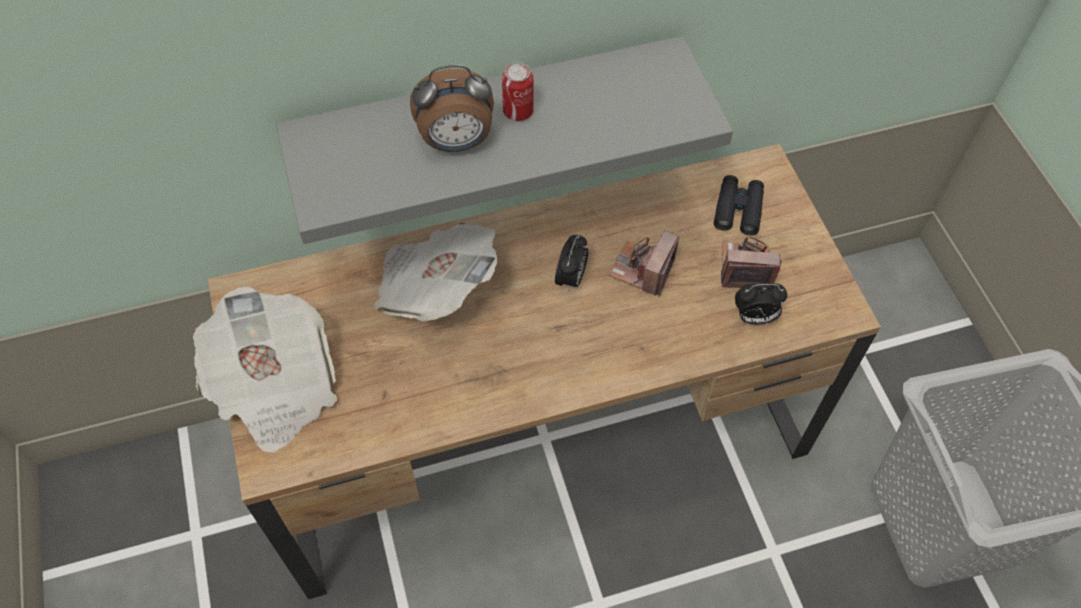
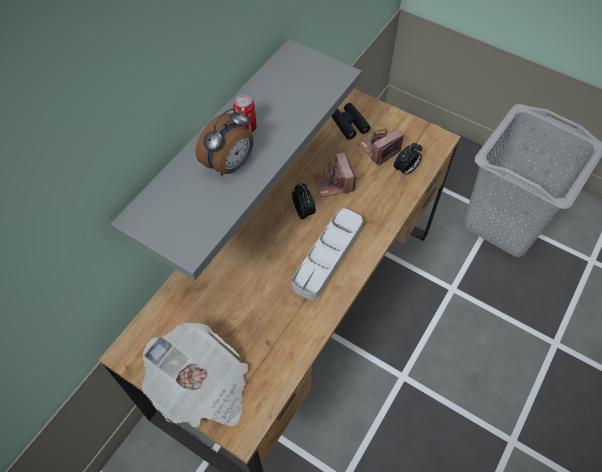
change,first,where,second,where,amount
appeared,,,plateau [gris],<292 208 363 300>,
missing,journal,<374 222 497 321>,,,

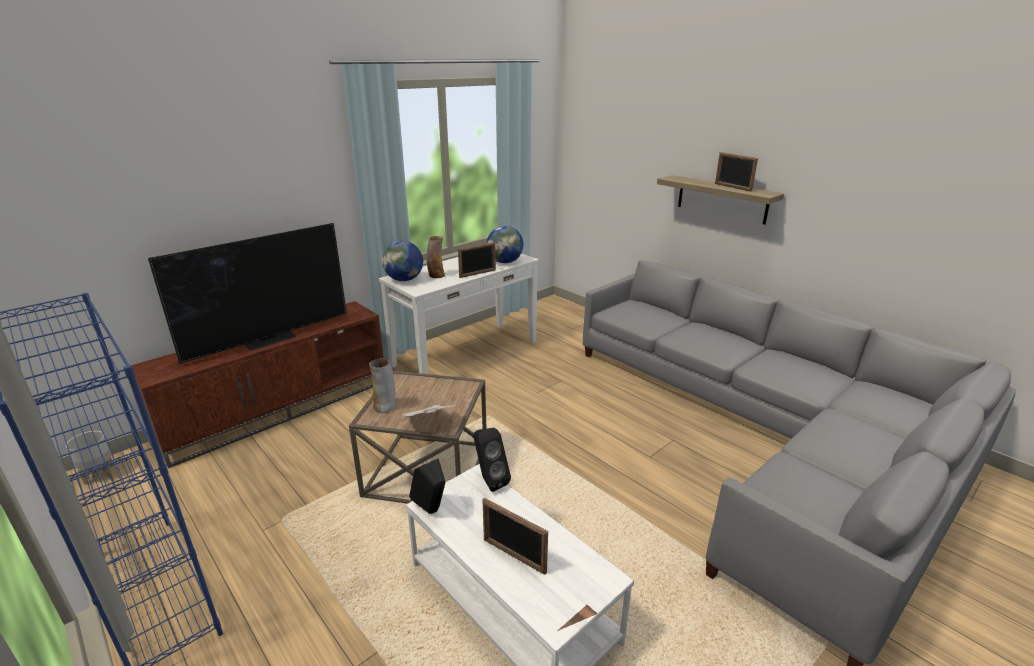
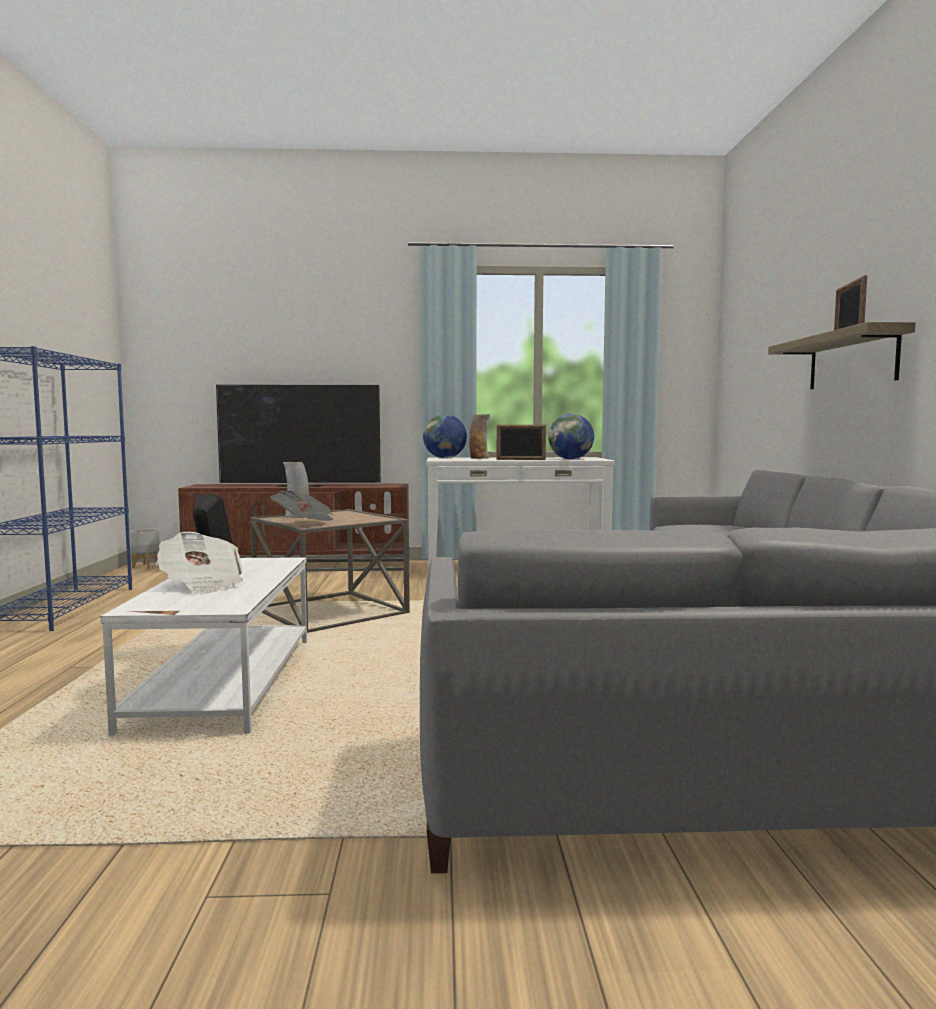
change,first,where,second,where,amount
exchanged,cadre photo,<483 498 548 575>,journal,<156 532 243 594>,
missing,enceinte [noir],<473 428 511 492>,,,

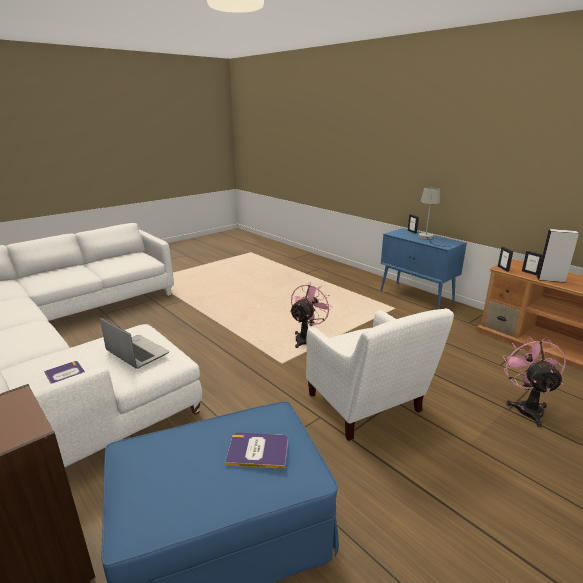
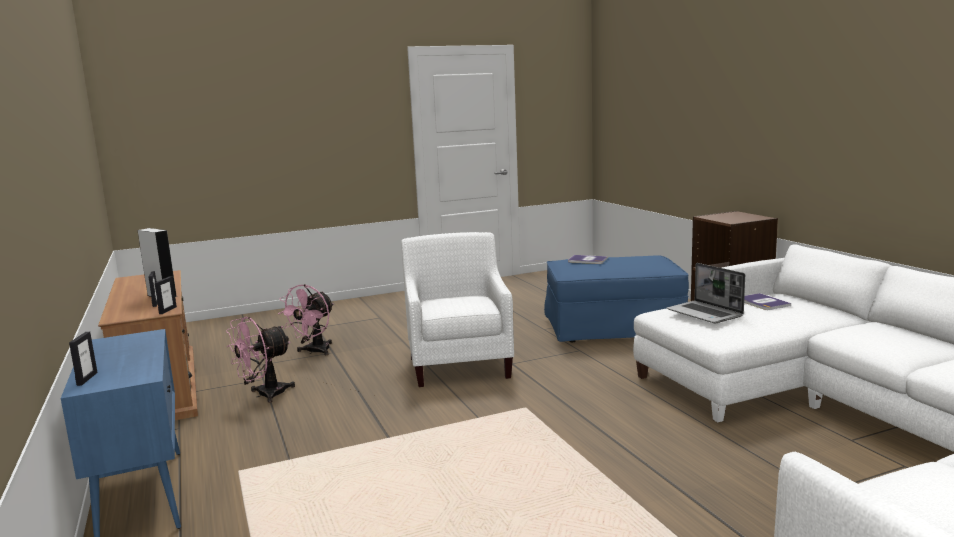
change,first,where,second,where,amount
relocated,ventilateur [rose],<290 282 333 348>,,<226 317 295 403>,
missing,lampe de table [gris],<418 187 449 247>,,,

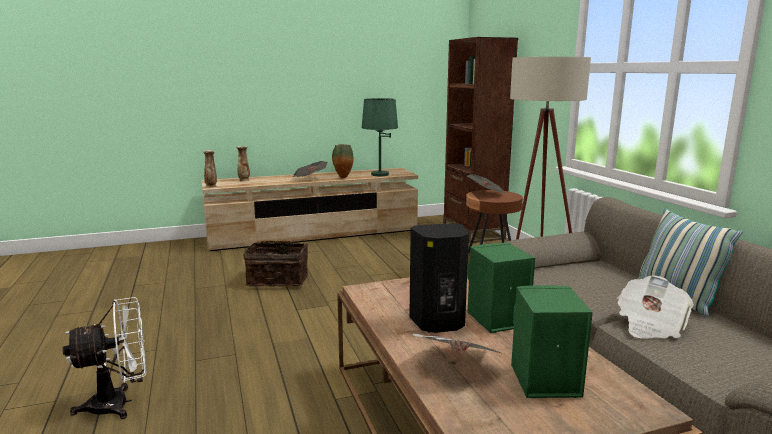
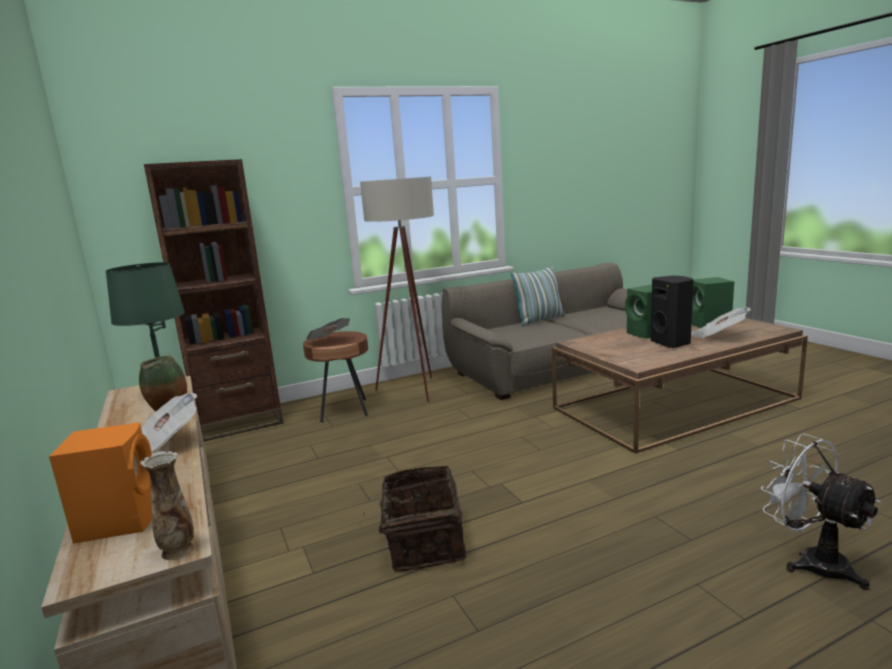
change,first,where,second,where,amount
exchanged,vase,<237 146 250 182>,enceinte [orange],<49 422 152 544>,
missing,journal,<617 275 694 339>,,,

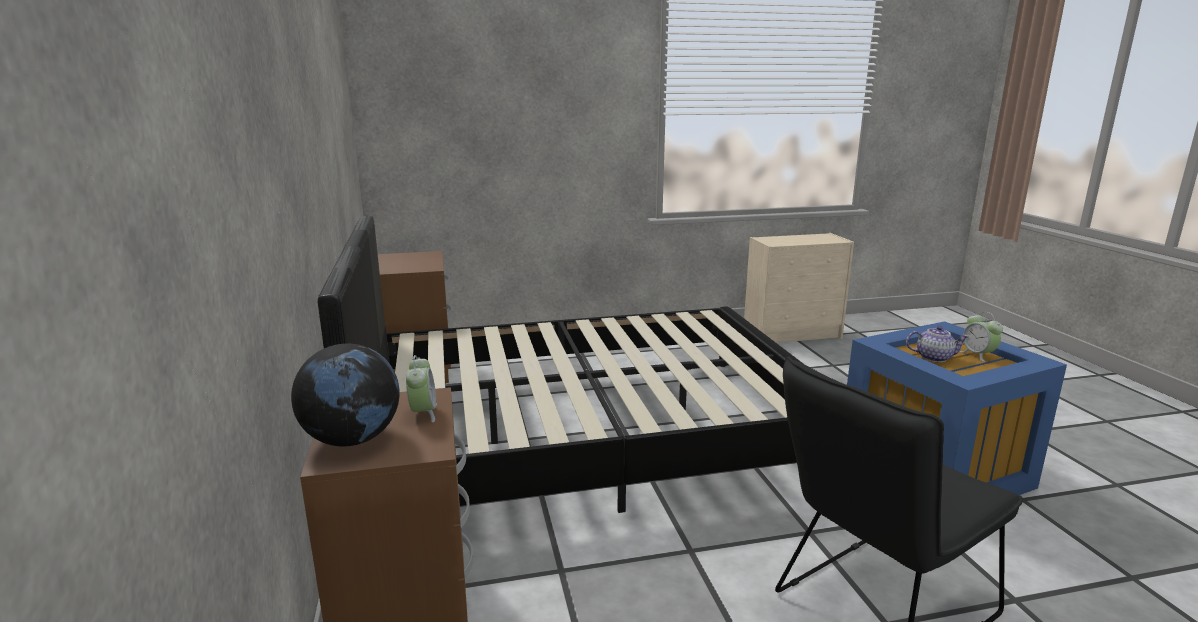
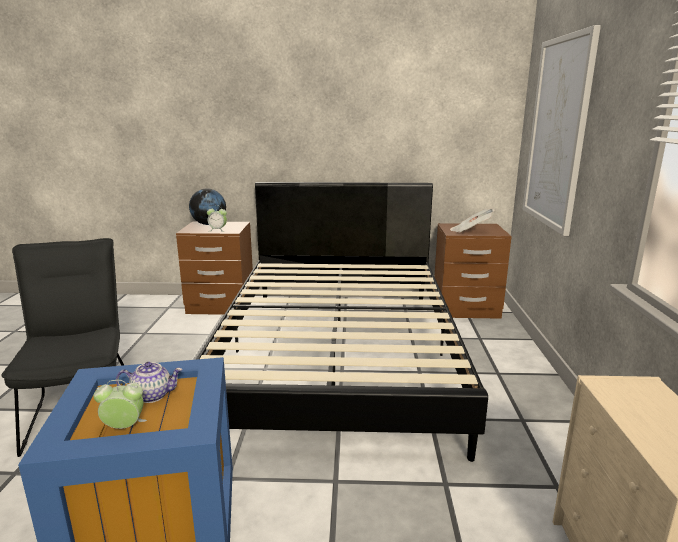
change,first,where,second,where,amount
spun,théière,<906 326 969 362>,,<116 362 183 403>,120 degrees counterclockwise
appeared,,,journal,<450 209 495 232>,
appeared,,,tableau,<523 25 601 236>,

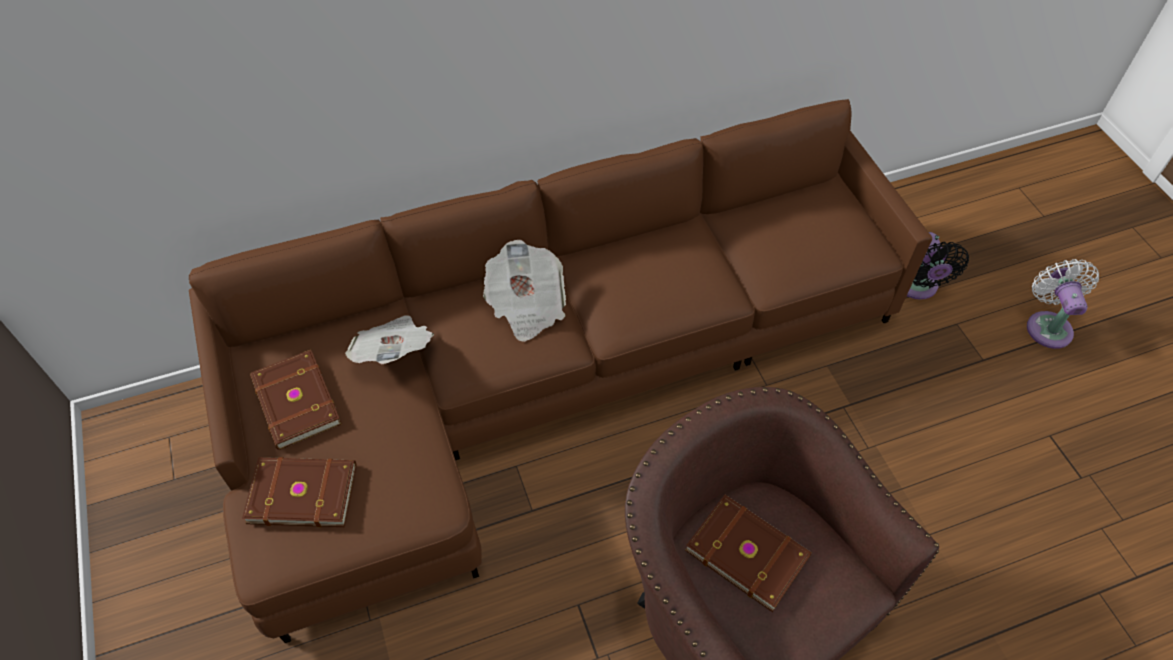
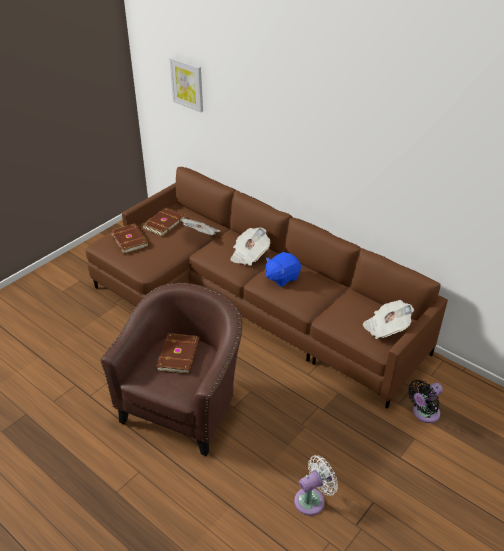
change,first,where,second,where,amount
appeared,,,tableau,<169 57 203 112>,
appeared,,,peluche [bleu],<265 252 301 287>,
relocated,ventilateur [blanc],<1027 259 1099 349>,,<294 455 338 516>,
appeared,,,journal,<363 300 414 339>,

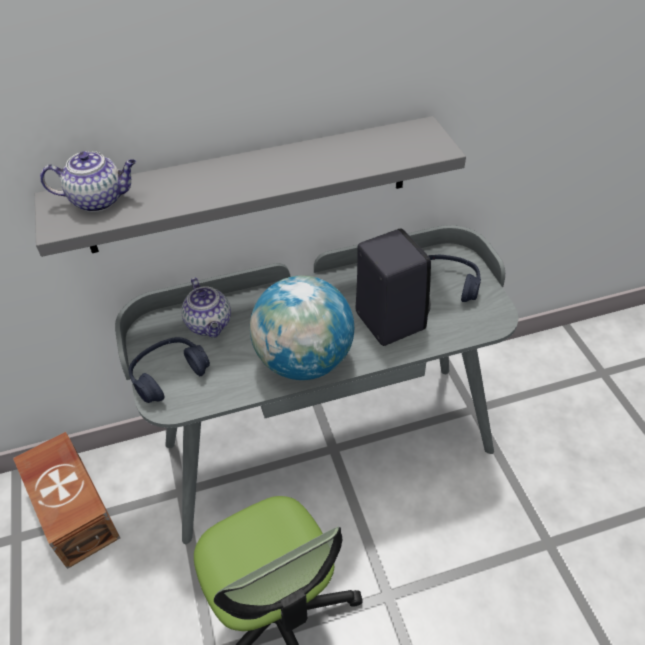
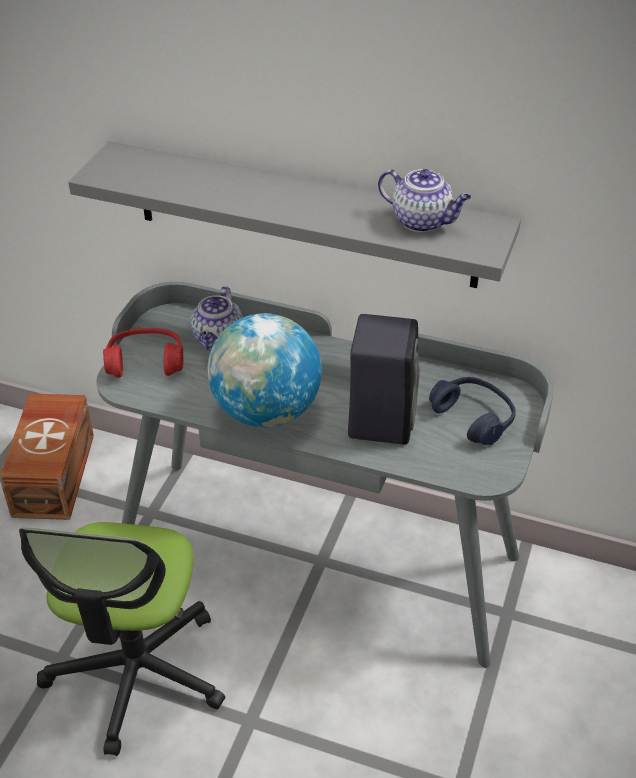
change,first,where,second,where,amount
colour,casque audio [bleu],<129 337 210 403>,casque audio [rouge],<103 328 183 378>,
relocated,théière,<40 151 136 212>,,<378 169 471 232>,

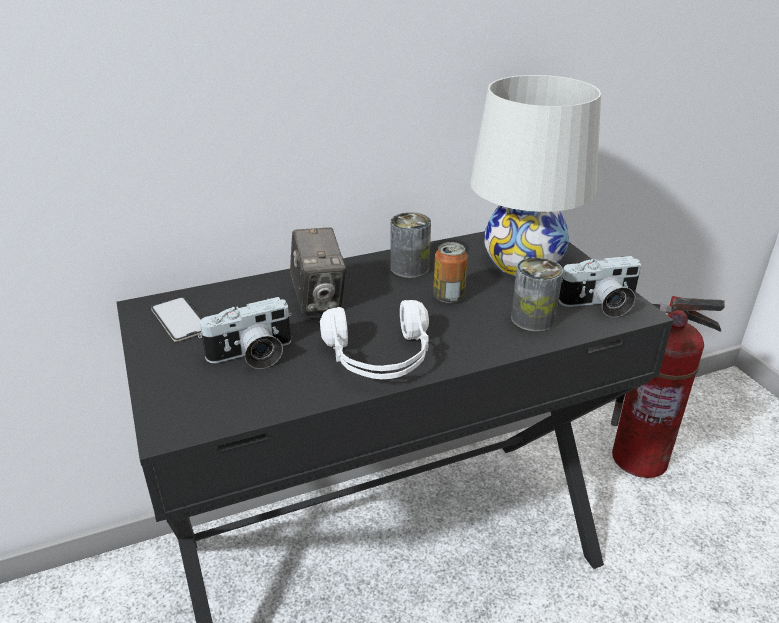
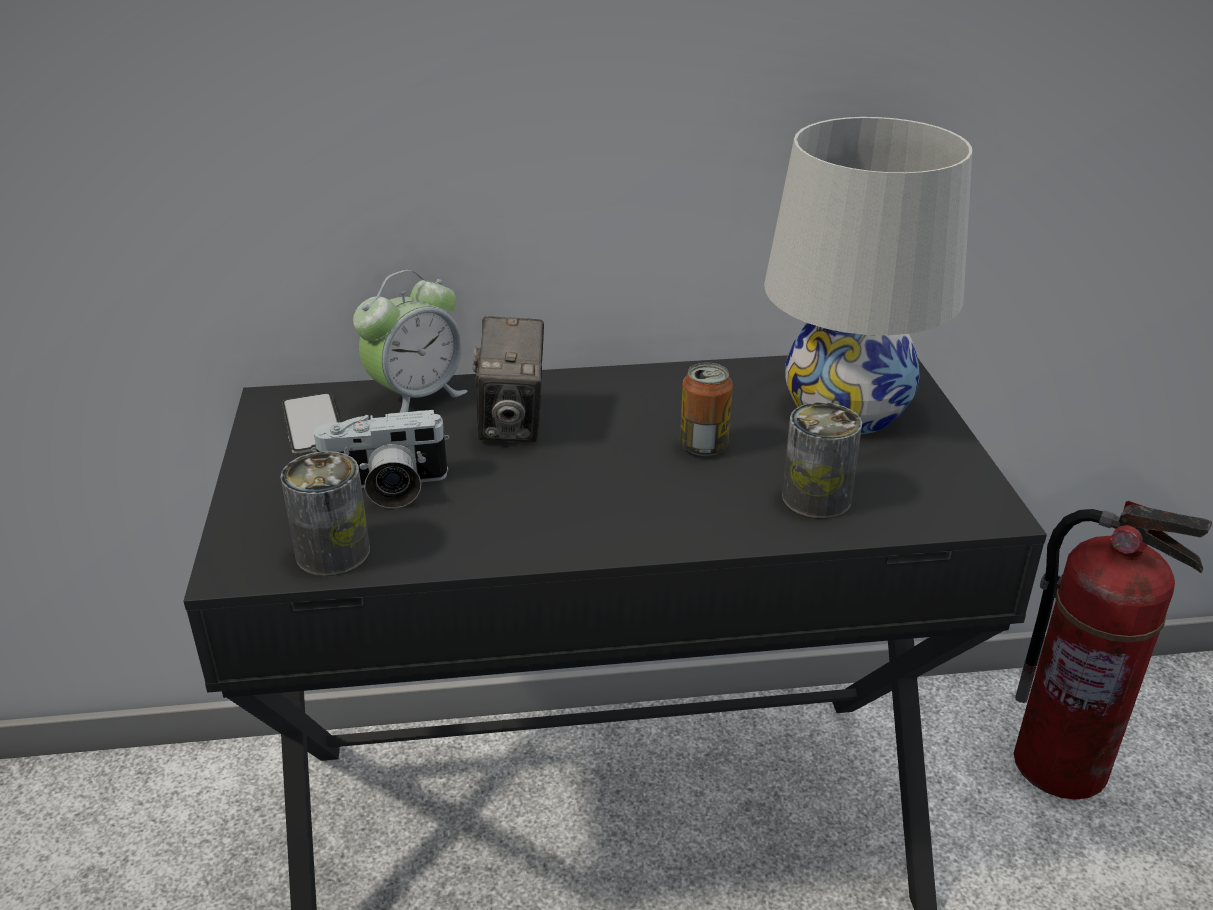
change,first,where,second,where,amount
relocated,boîte métallique,<390 212 431 278>,,<280 451 370 576>,
appeared,,,réveil,<353 270 467 413>,
missing,casque audio [blanc],<320 300 429 379>,,,
missing,appareil photo,<559 256 641 317>,,,

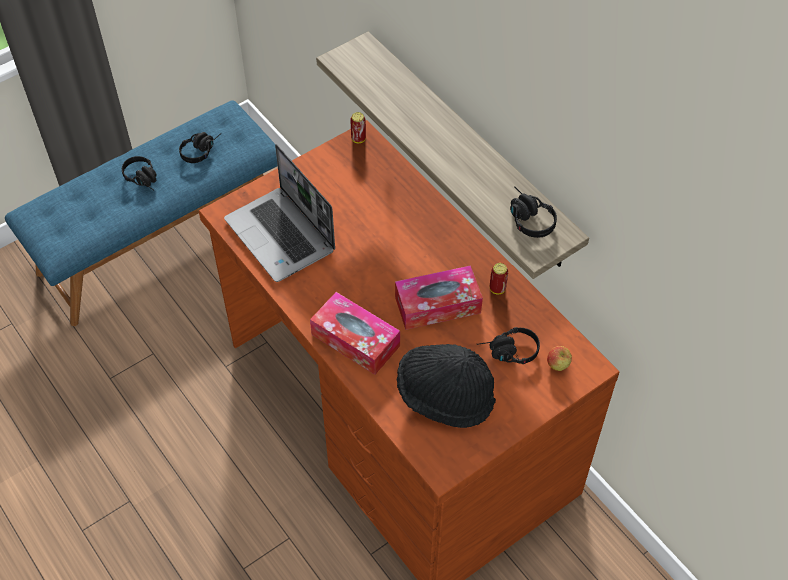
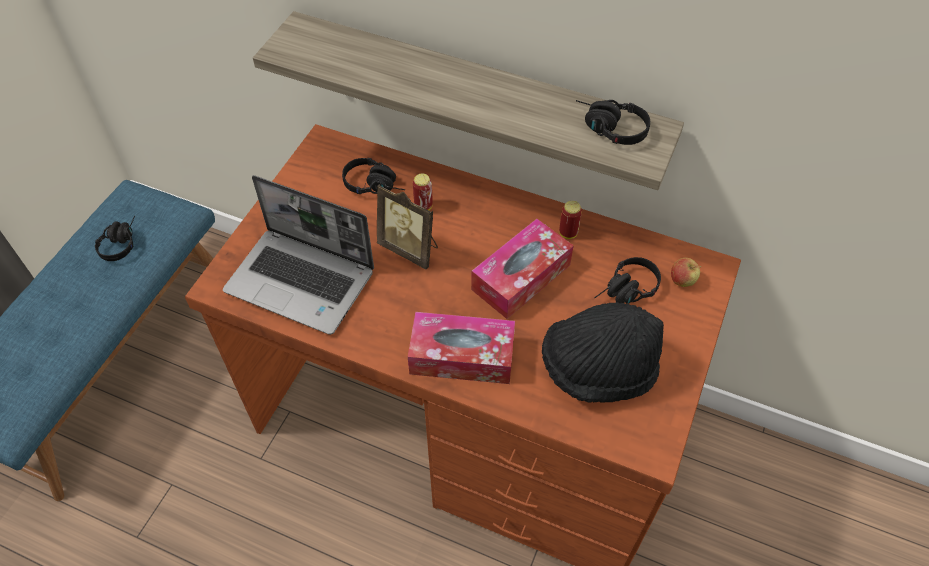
change,first,where,second,where,amount
relocated,casque audio [noir],<122 156 157 191>,,<342 158 405 194>,
appeared,,,cadre photo,<377 184 438 270>,
relocated,boîte métallique,<350 112 366 143>,,<413 174 433 210>,

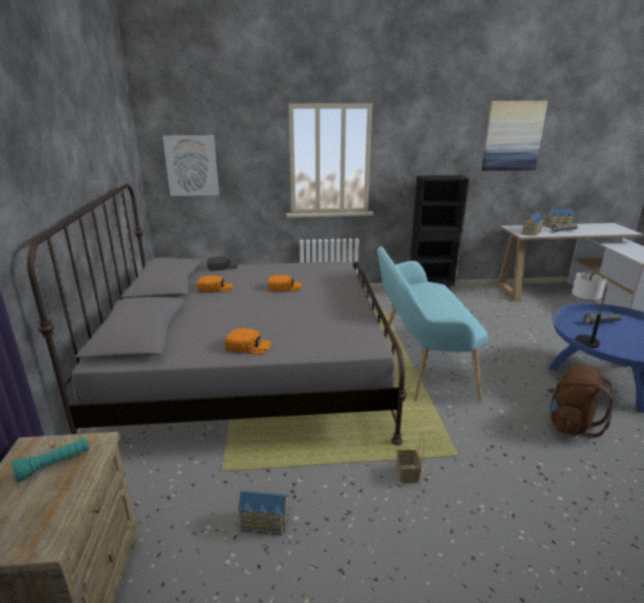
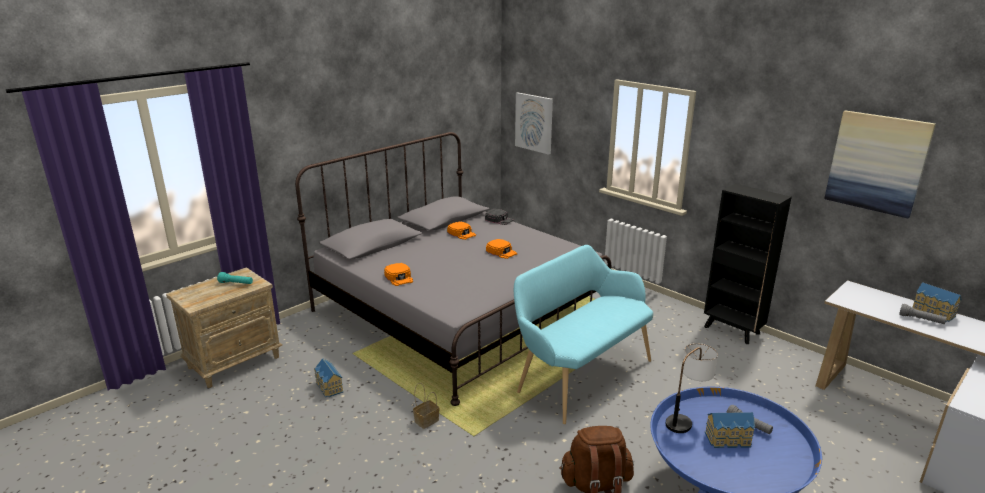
change,first,where,second,where,amount
relocated,maison miniature,<521 212 544 236>,,<705 412 755 448>,

